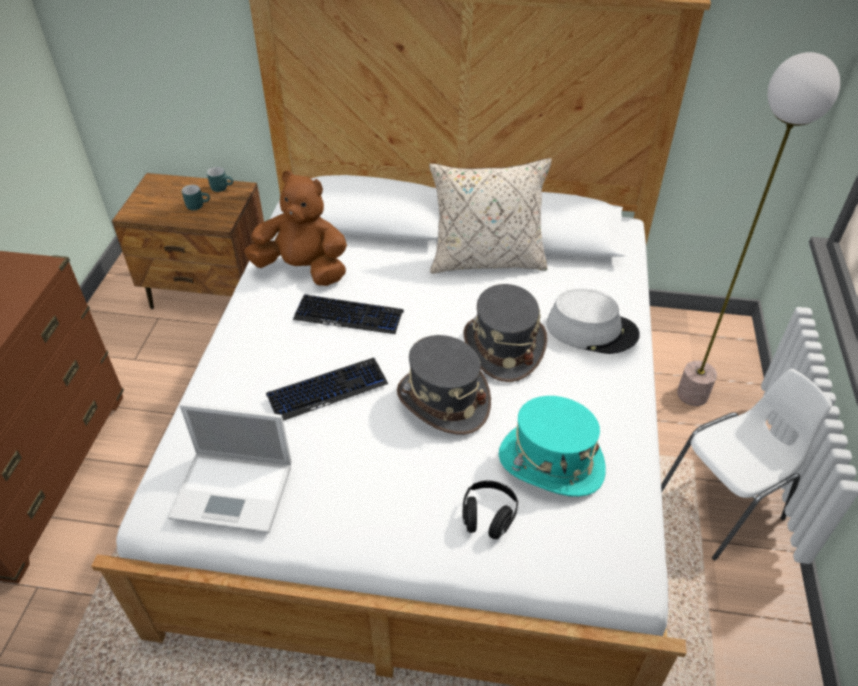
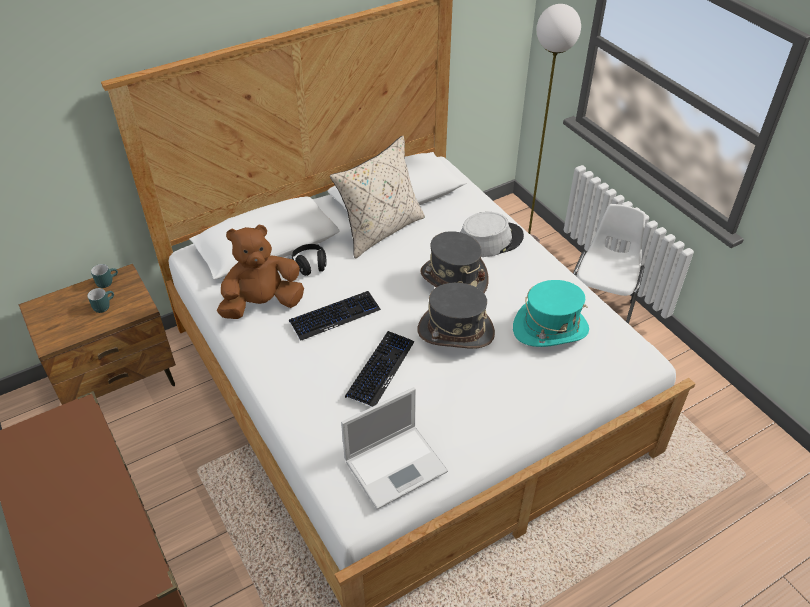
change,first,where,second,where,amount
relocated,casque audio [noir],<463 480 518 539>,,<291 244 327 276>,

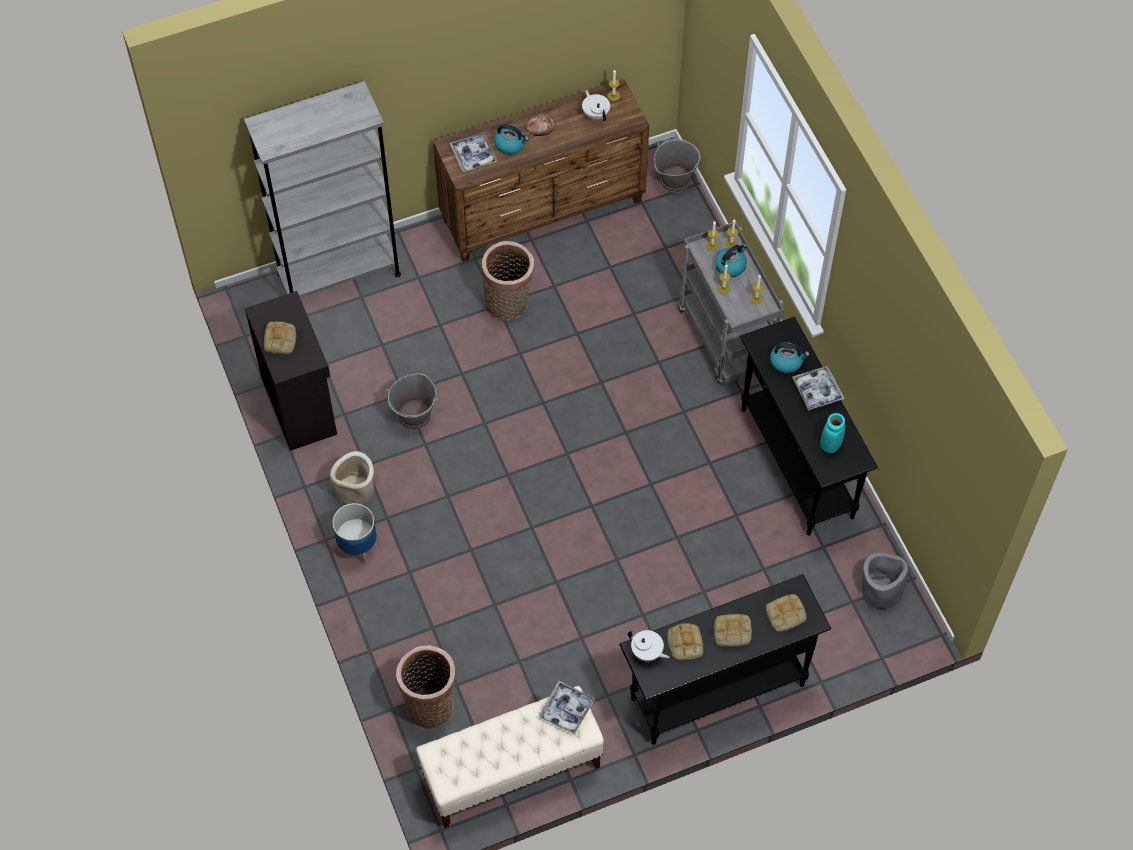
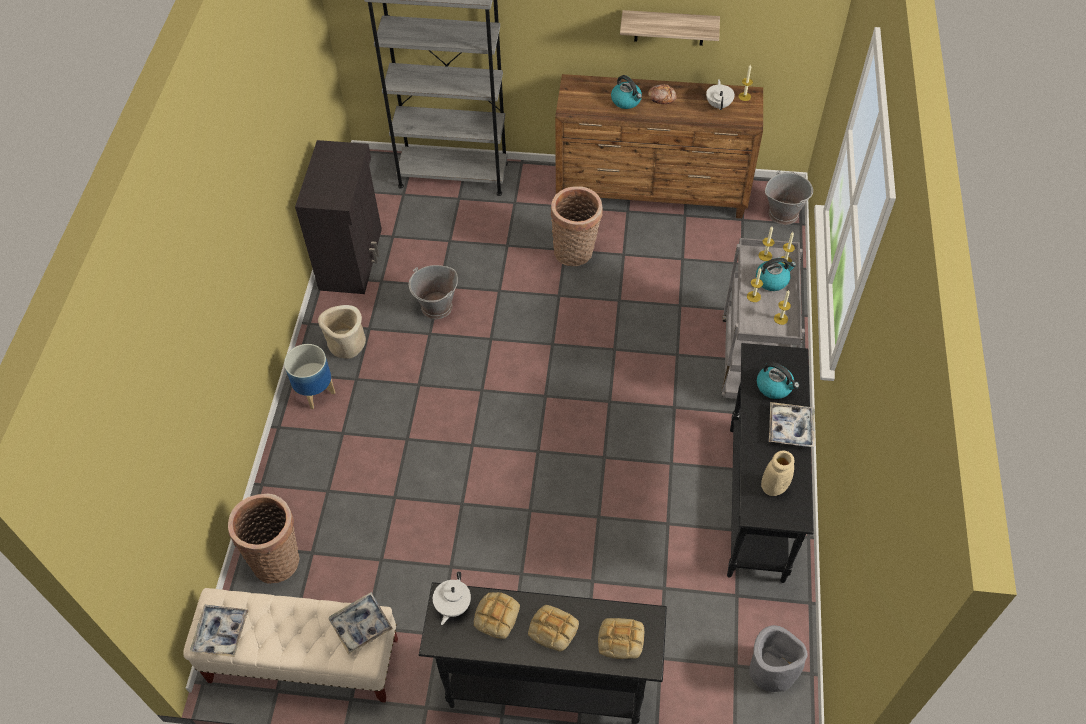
change,first,where,second,where,amount
relocated,plateau,<450 133 498 172>,,<190 605 249 657>,
spun,théière [blanc],<628 630 669 661>,,<433 571 471 625>,45 degrees clockwise
appeared,,,étagère,<620 10 720 46>,
colour,vase [turquoise],<820 413 845 453>,vase [beige],<761 451 795 496>,
missing,pain,<264 322 296 354>,,,

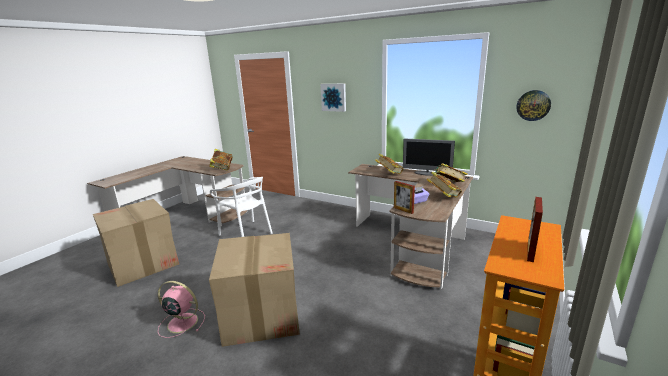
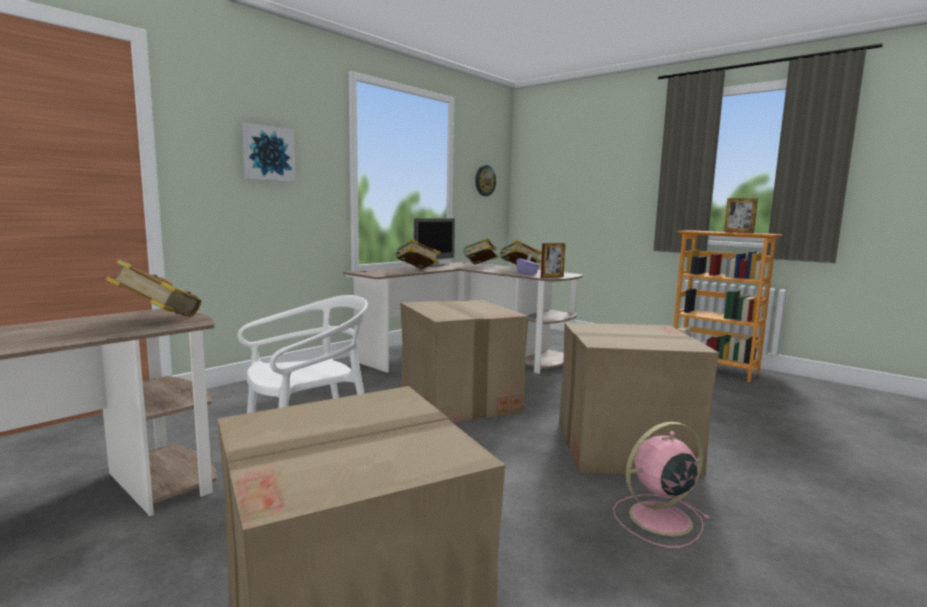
change,first,where,second,where,amount
appeared,,,carton,<400 300 529 423>,
spun,ventilateur [rose],<158 281 205 338>,,<613 422 711 548>,45 degrees clockwise

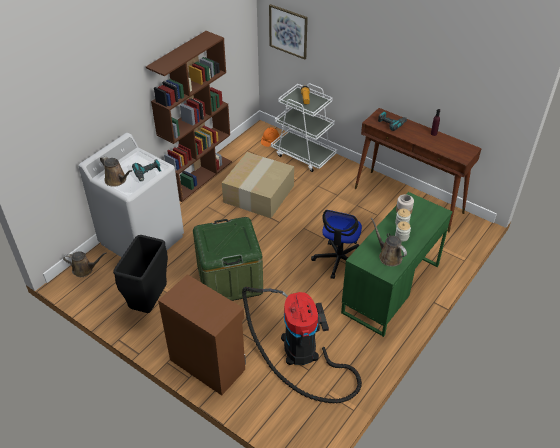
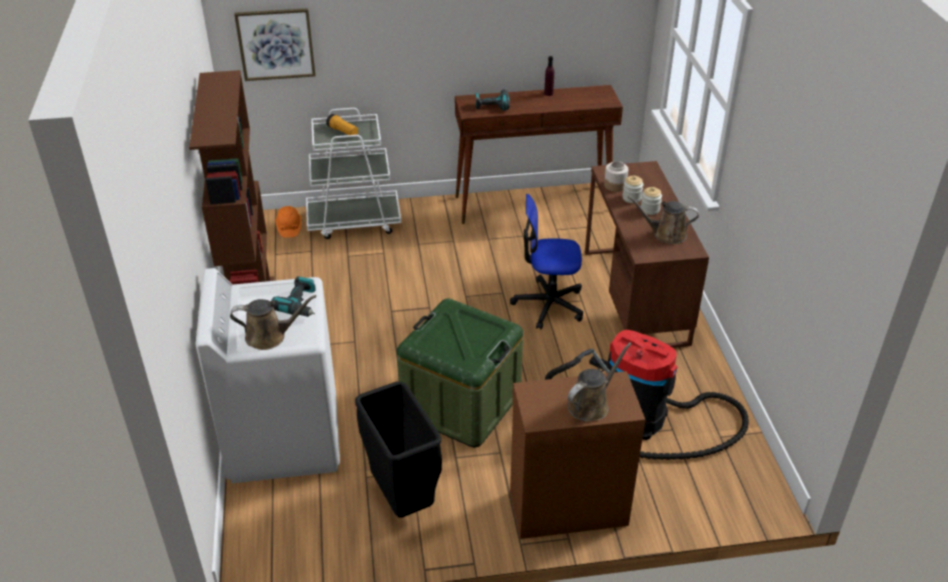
change,first,where,second,where,amount
spun,chaise de bureau,<311 210 362 279>,,<510 194 583 329>,120 degrees clockwise
relocated,arrosoir [marron],<63 251 107 277>,,<568 342 632 422>,
colour,bureau [vert],<341 192 452 337>,bureau [marron],<585 161 709 348>,
missing,carton,<222 152 294 218>,,,

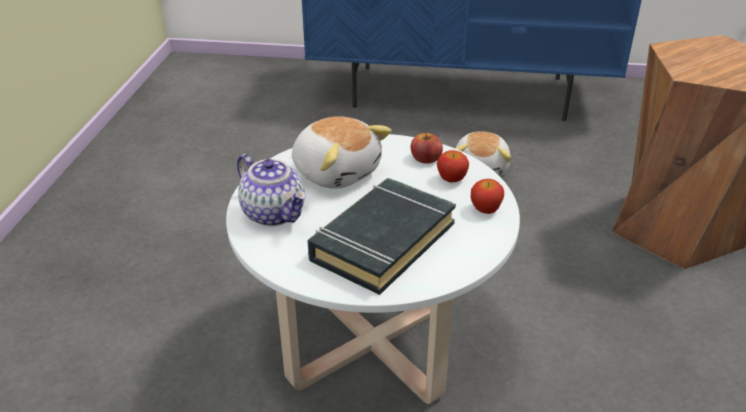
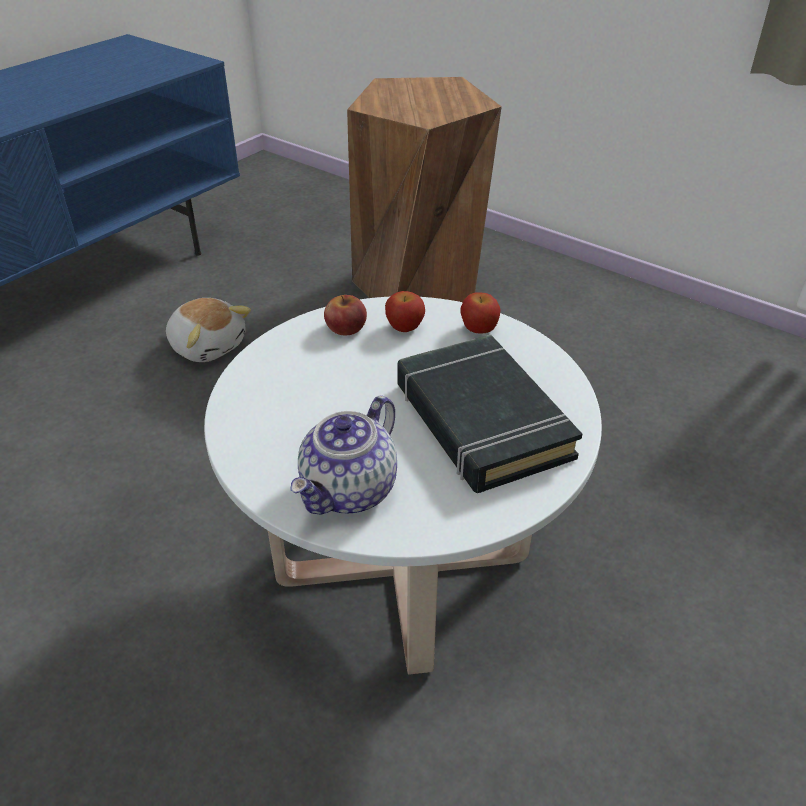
change,first,where,second,where,amount
spun,théière,<237 154 306 226>,,<290 396 397 515>,135 degrees clockwise
missing,peluche,<292 116 392 189>,,,

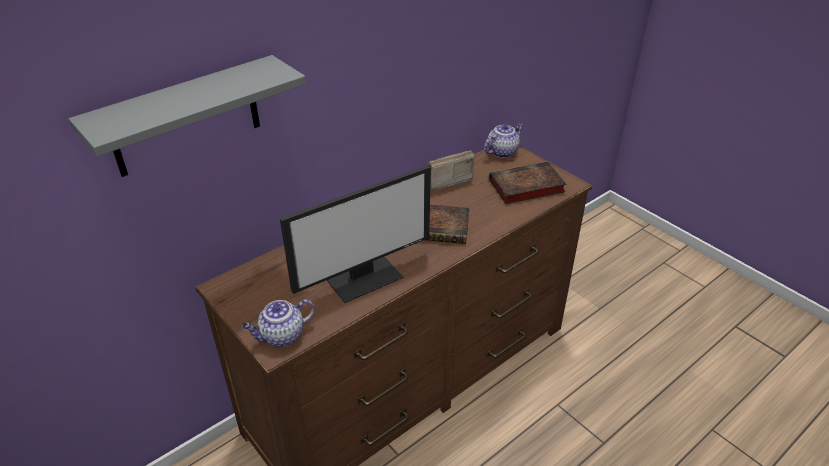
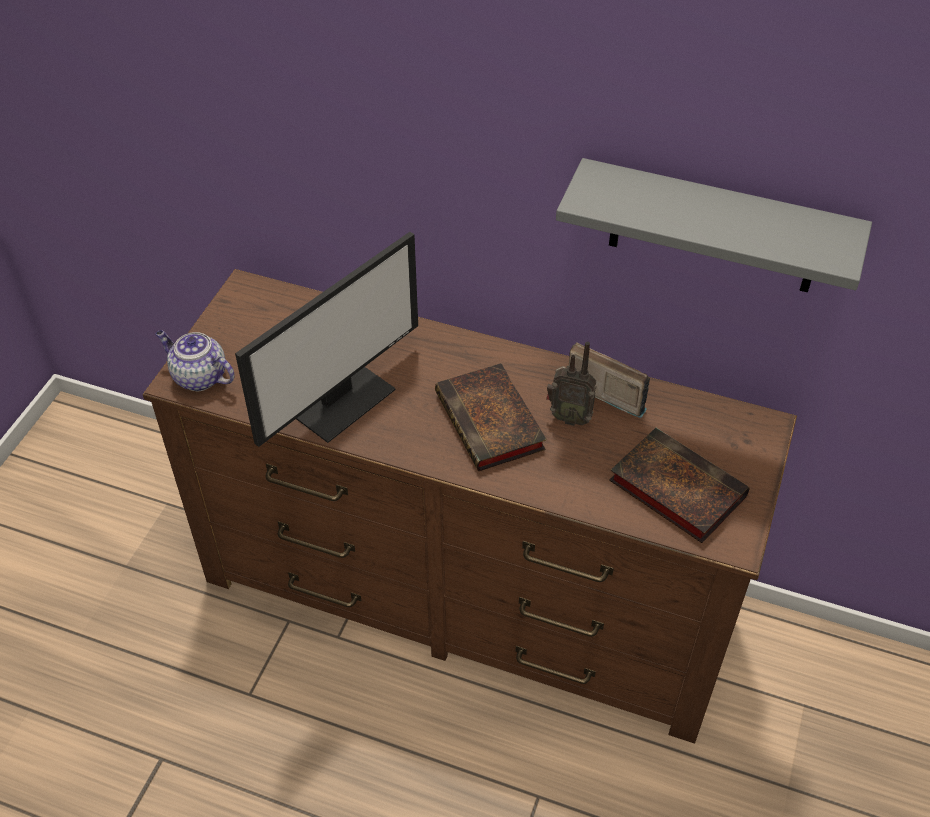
change,first,where,second,where,amount
spun,écran d'ordinateur,<280 165 431 303>,,<235 232 418 447>,75 degrees counterclockwise
appeared,,,radio,<546 342 597 426>,
relocated,étagère [gris],<68 55 306 177>,,<556 158 872 293>,
missing,théière,<484 123 524 158>,,,

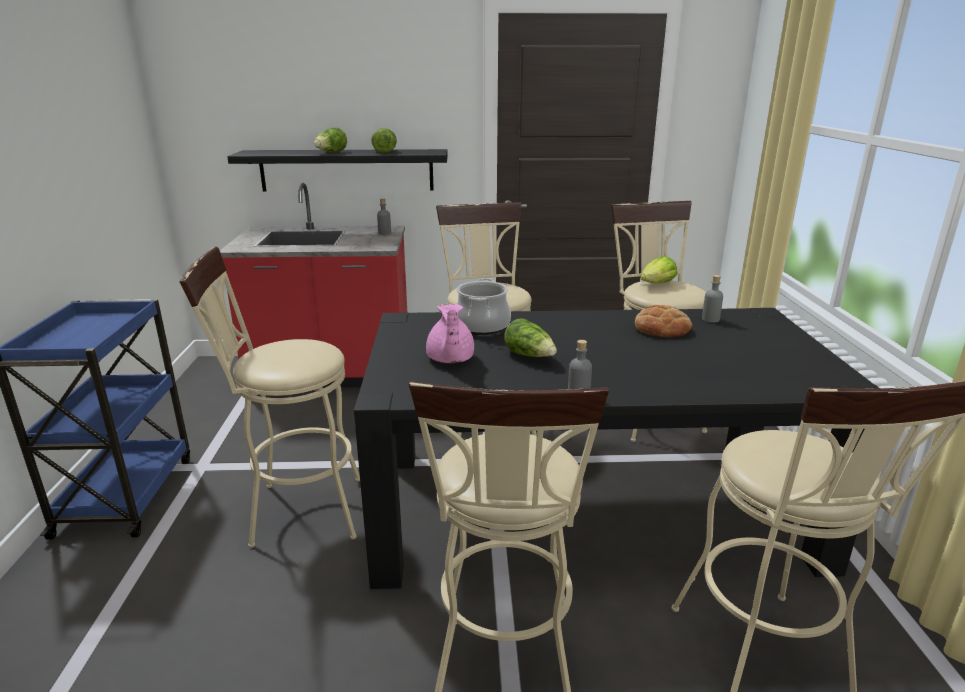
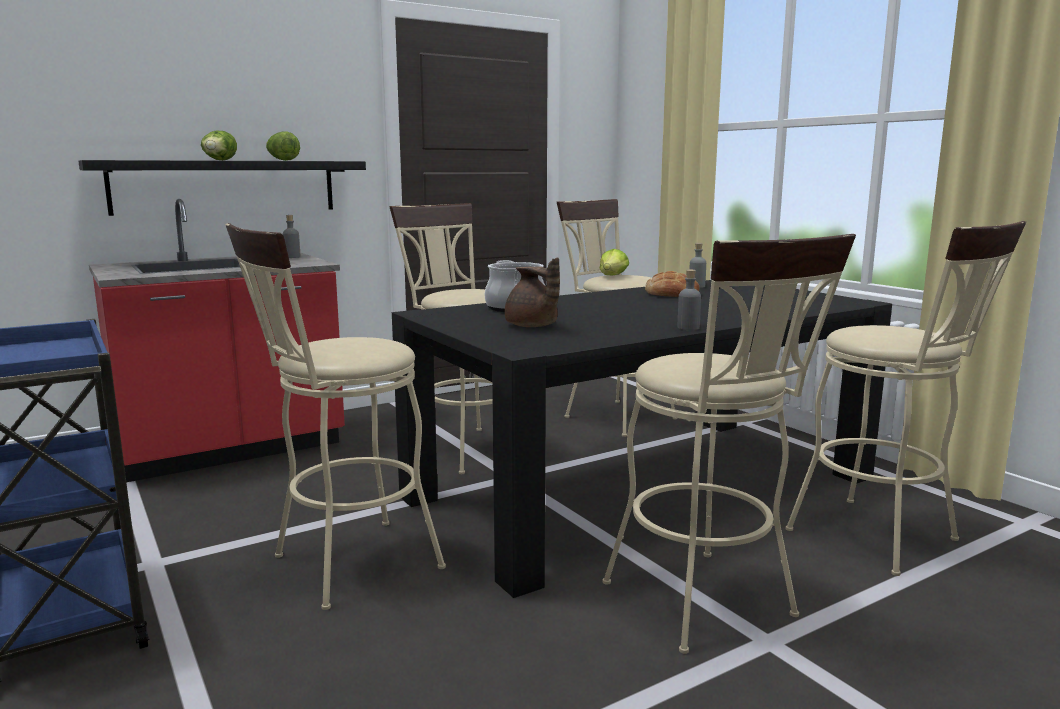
change,first,where,second,where,amount
colour,théière [rose],<426 304 474 363>,théière [marron],<505 257 560 327>,
missing,laitue,<504 318 557 357>,,,

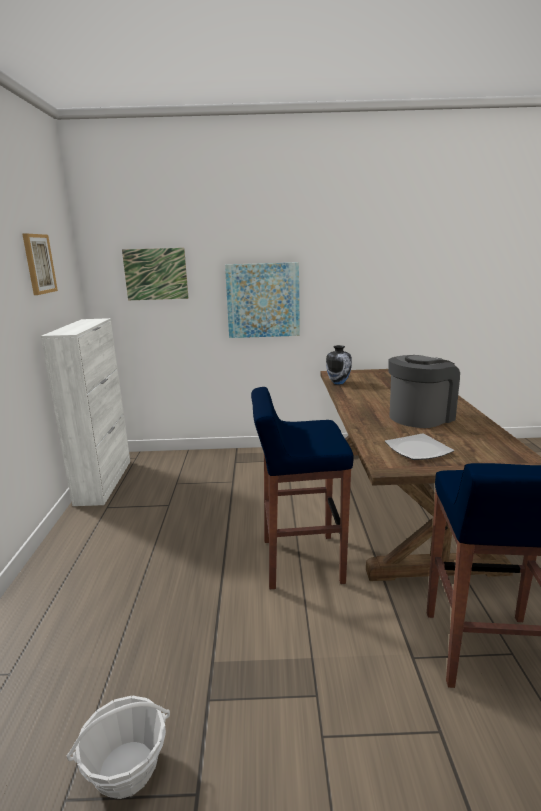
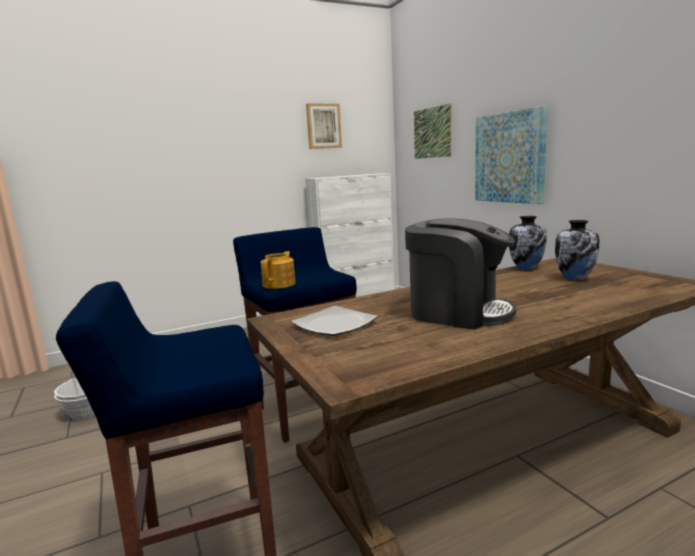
change,first,where,second,where,amount
appeared,,,théière,<260 251 296 289>,
appeared,,,vase,<555 220 599 281>,

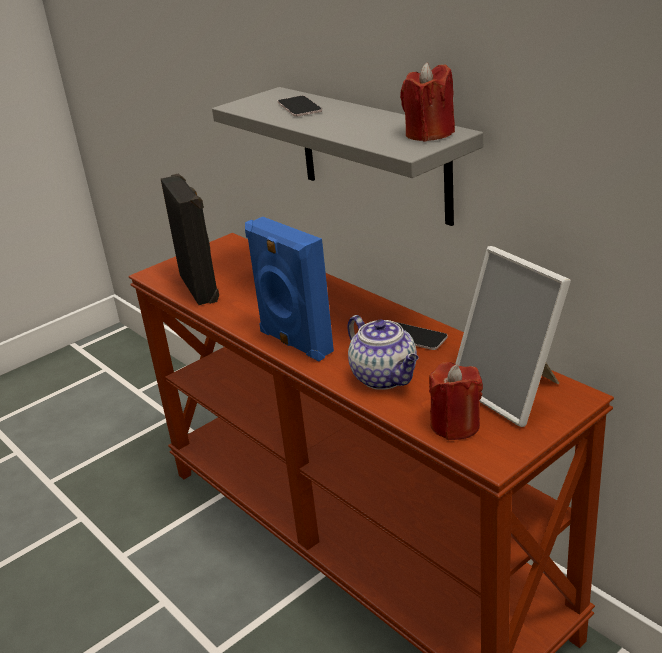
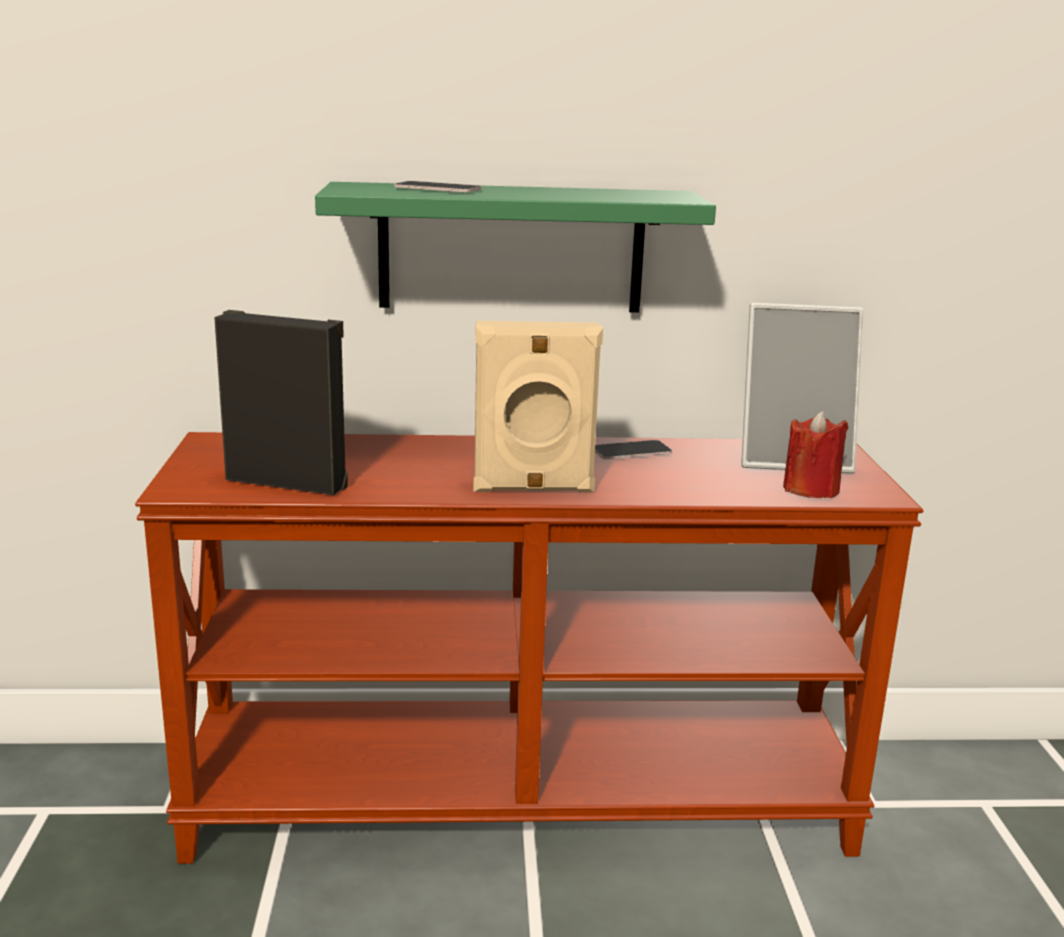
change,first,where,second,where,amount
colour,étagère [gris],<212 87 483 226>,étagère [vert],<315 182 716 313>,
colour,enceinte [bleu],<245 217 334 361>,enceinte [beige],<473 321 603 492>,
missing,théière,<347 315 419 390>,,,
missing,bougie [rouge],<400 62 455 142>,,,

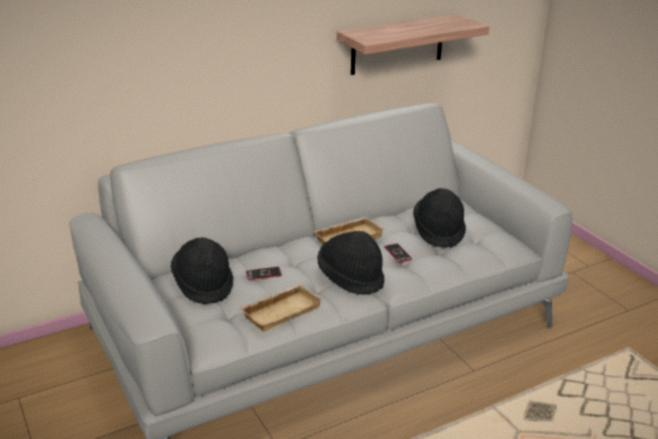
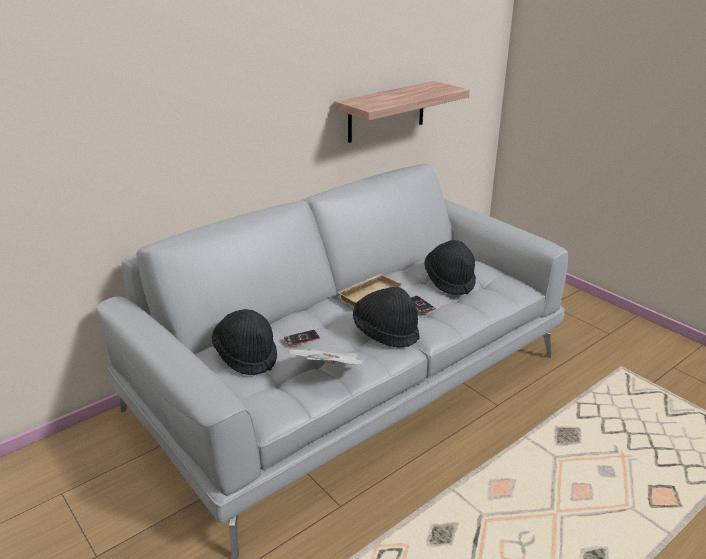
change,first,where,second,where,amount
exchanged,plateau [beige],<240 284 323 331>,journal,<289 349 364 364>,

